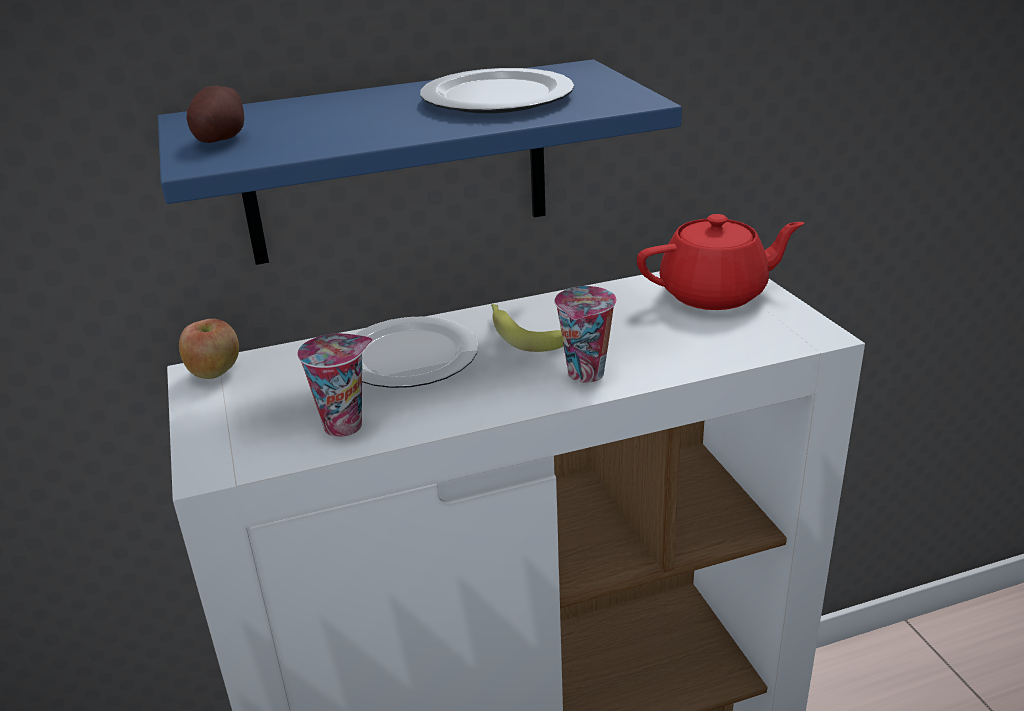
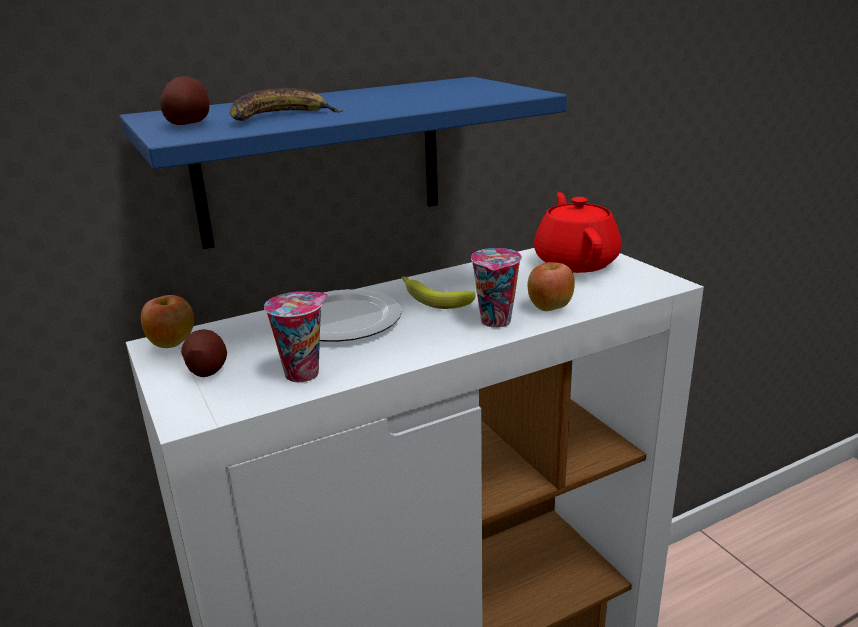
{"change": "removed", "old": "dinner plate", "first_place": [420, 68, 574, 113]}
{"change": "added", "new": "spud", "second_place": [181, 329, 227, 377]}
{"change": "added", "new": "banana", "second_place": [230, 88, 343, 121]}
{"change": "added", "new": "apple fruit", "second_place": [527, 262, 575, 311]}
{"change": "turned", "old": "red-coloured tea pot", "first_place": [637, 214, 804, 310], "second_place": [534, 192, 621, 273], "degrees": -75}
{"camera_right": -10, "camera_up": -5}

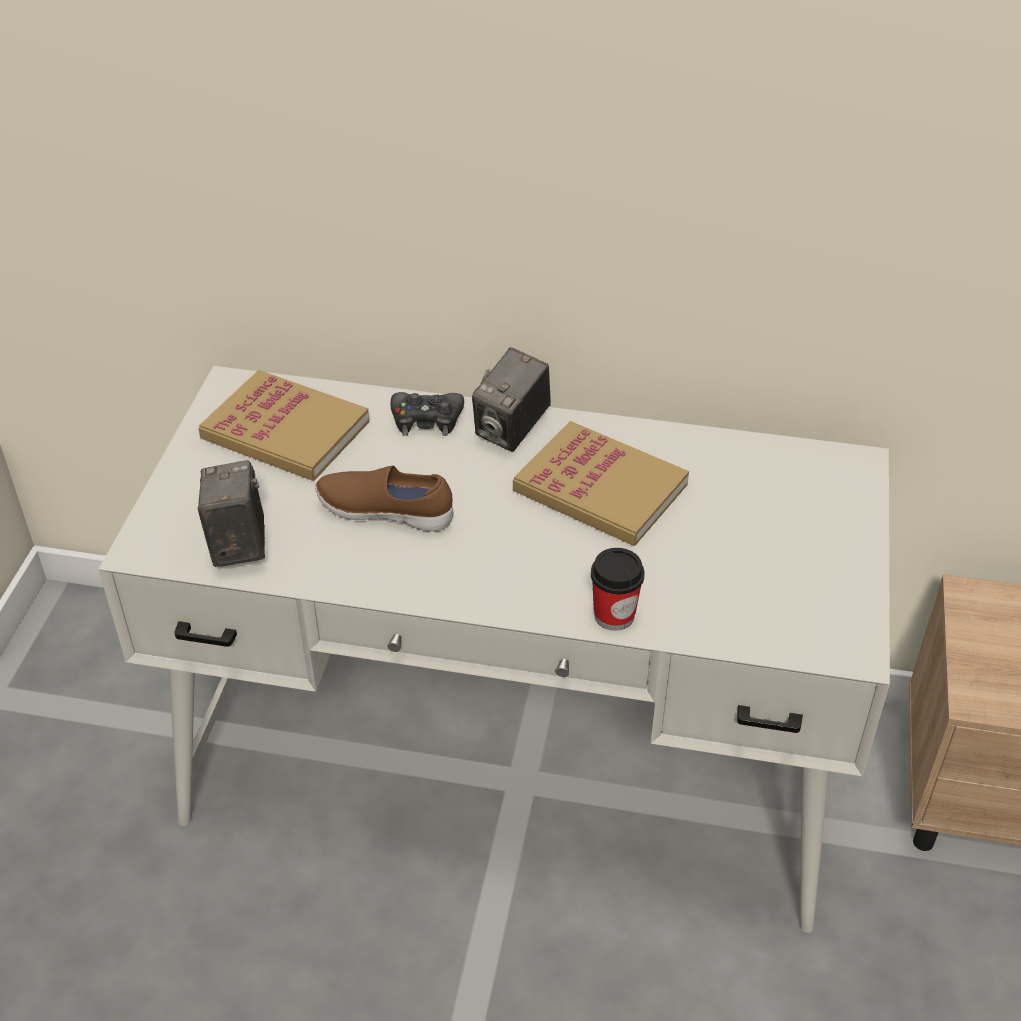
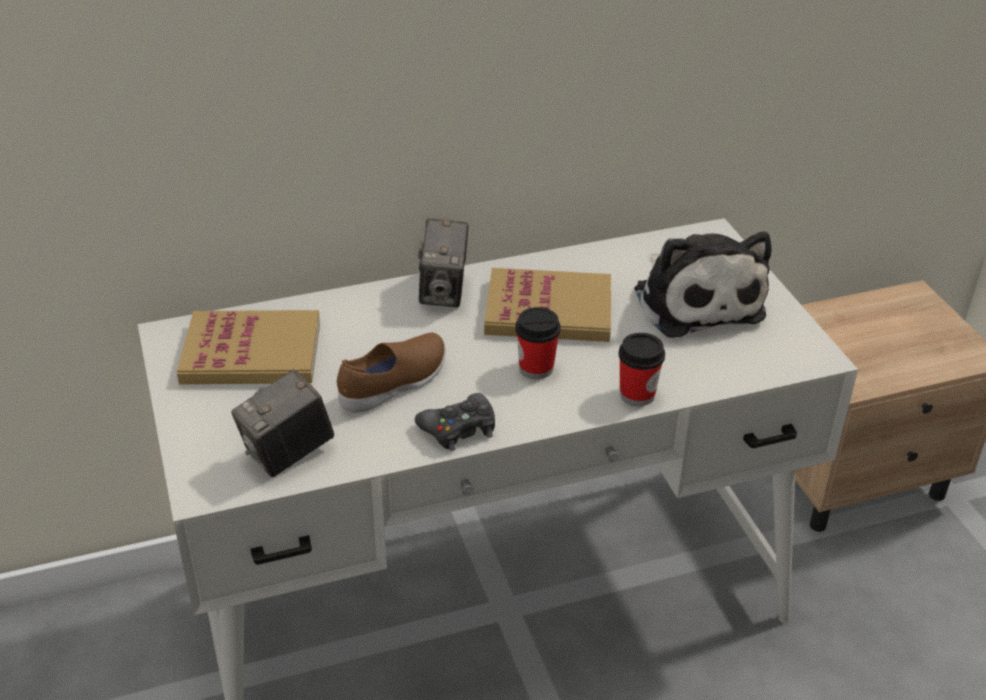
{"change": "added", "new": "drinking cup", "second_place": [515, 307, 561, 379]}
{"change": "added", "new": "plush toy", "second_place": [634, 232, 771, 338]}
{"change": "moved", "old": "blackish game controller", "first_place": [390, 392, 464, 436], "second_place": [415, 393, 495, 451]}
{"change": "turned", "old": "photo camera", "first_place": [198, 460, 265, 567], "second_place": [231, 369, 334, 477], "degrees": -90}
{"change": "turned", "old": "brown-coloured low shoe", "first_place": [315, 466, 453, 532], "second_place": [337, 333, 446, 413], "degrees": 150}
{"camera_right": -30, "camera_up": -5}

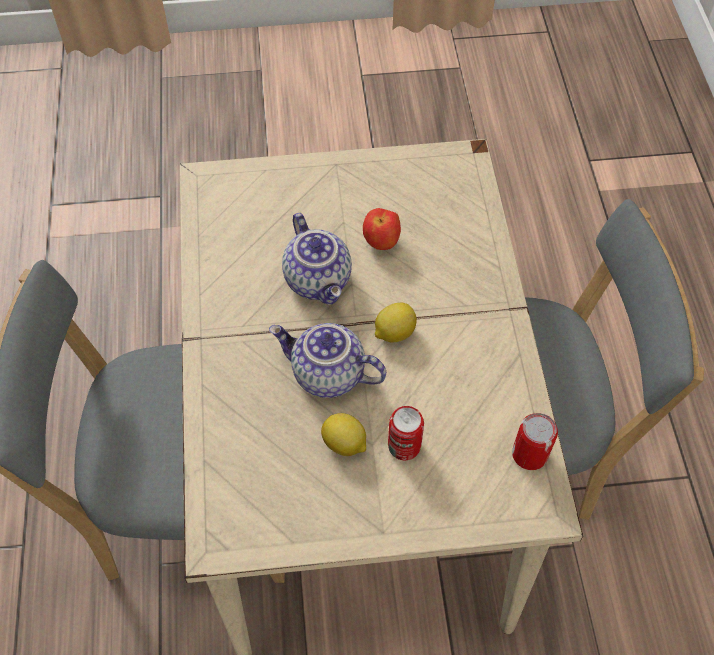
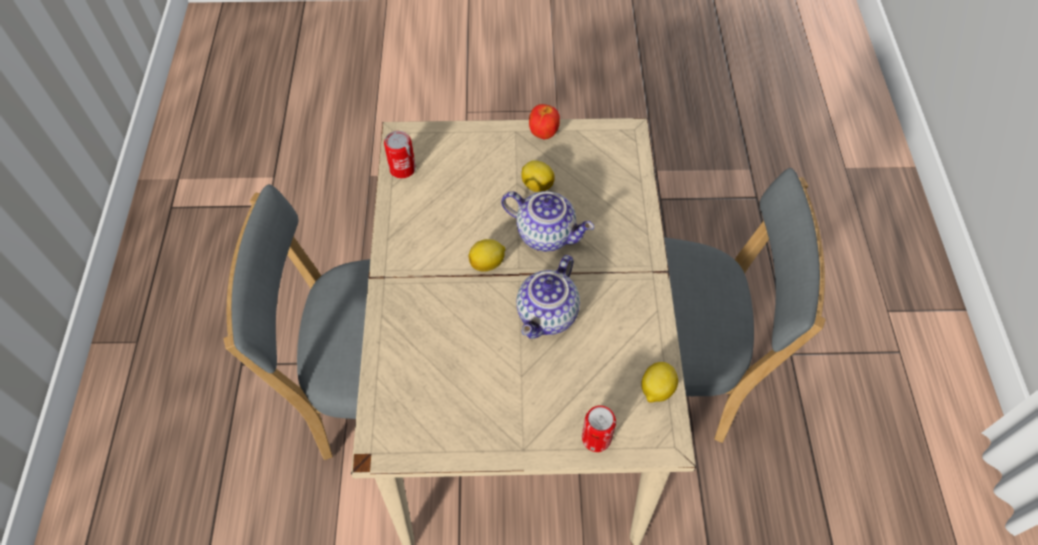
{"change": "added", "new": "citrus fruit", "second_place": [641, 362, 678, 403]}
{"change": "moved", "old": "apple fruit", "first_place": [363, 208, 401, 250], "second_place": [529, 104, 560, 139]}
{"change": "moved", "old": "metal can", "first_place": [388, 406, 424, 460], "second_place": [582, 406, 616, 452]}
{"change": "turned", "old": "tea pot", "first_place": [282, 213, 352, 305], "second_place": [516, 255, 580, 339], "degrees": -135}
{"camera_right": -175, "camera_up": 0}

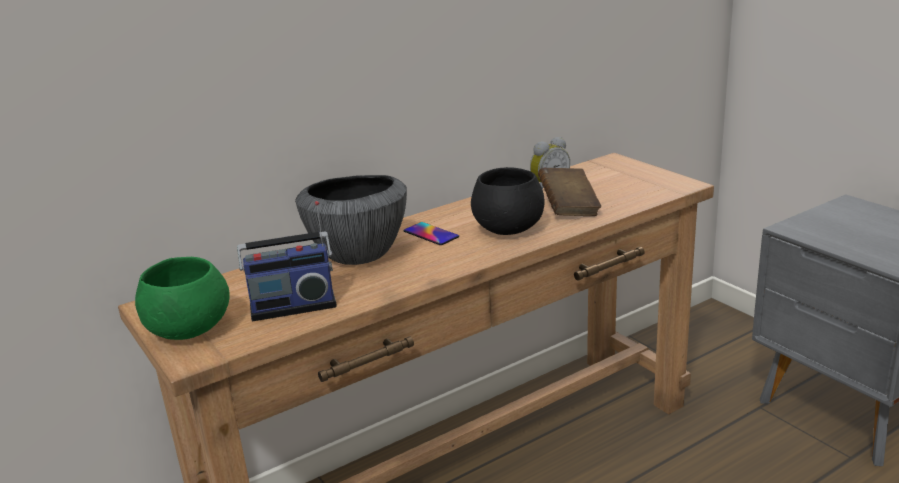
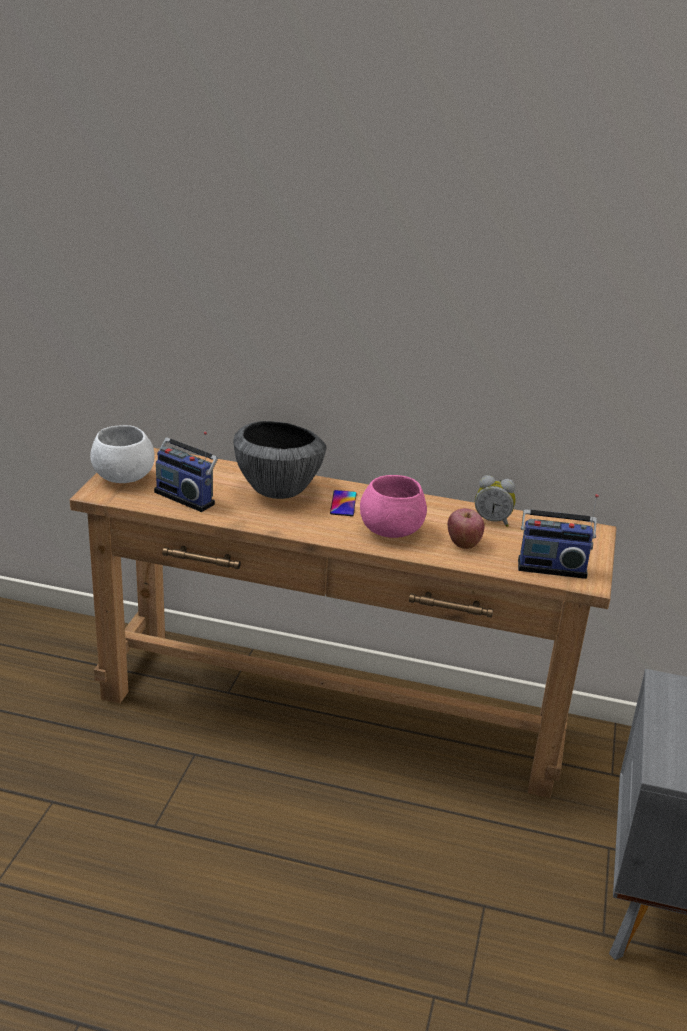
{"change": "added", "new": "radio set", "second_place": [518, 494, 599, 579]}
{"change": "replaced", "old": "brown-coloured volume", "new": "apple fruit", "first_place": [538, 168, 601, 216], "second_place": [448, 508, 484, 549]}
{"change": "recoloured", "old": "greenish bowl", "new": "whitish bowl", "first_place": [135, 257, 230, 340], "second_place": [90, 425, 155, 483]}
{"change": "recoloured", "old": "blackish bowl", "new": "pink-coloured bowl", "first_place": [471, 167, 545, 235], "second_place": [360, 475, 427, 538]}
{"camera_right": 45, "camera_up": 5}

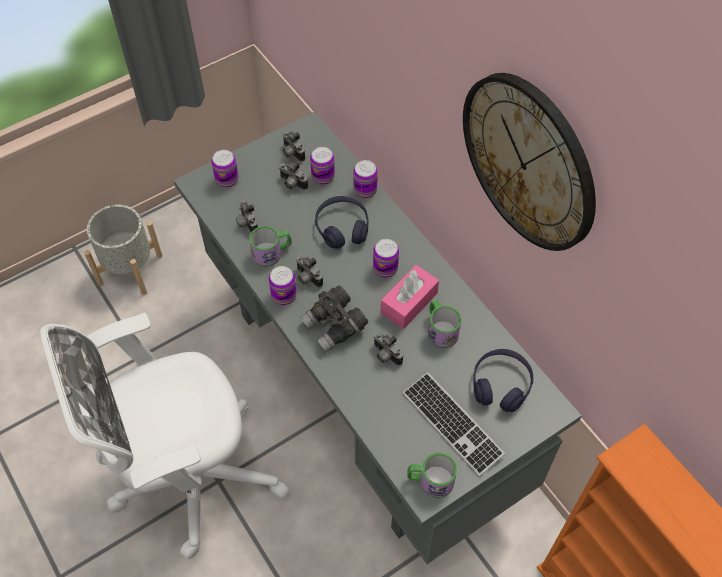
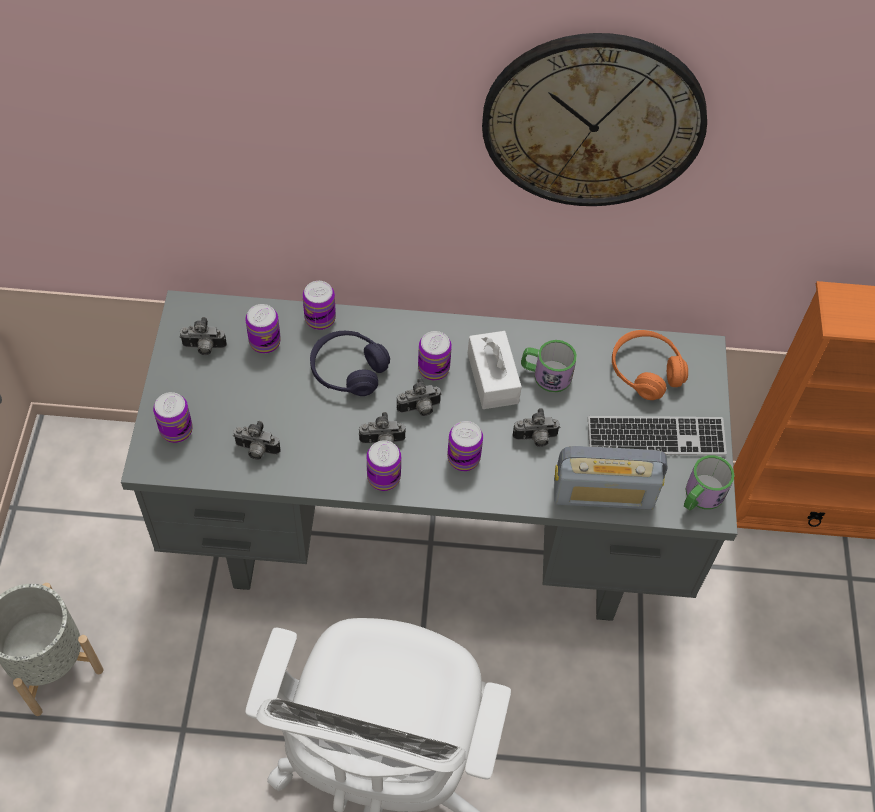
{"change": "removed", "old": "tea mug", "first_place": [249, 226, 292, 267]}
{"change": "added", "new": "radio set", "second_place": [554, 446, 668, 510]}
{"change": "moved", "old": "photo camera", "first_place": [279, 162, 308, 190], "second_place": [397, 378, 442, 416]}
{"change": "replaced", "old": "greyish pair of binoculars", "new": "metal can", "first_place": [300, 285, 368, 352], "second_place": [447, 421, 483, 471]}
{"change": "recoloured", "old": "pink-coloured tissue holder", "new": "whitish tissue holder", "first_place": [381, 265, 439, 329], "second_place": [468, 331, 522, 409]}
{"change": "recoloured", "old": "purple headset", "new": "orange-coloured headset", "first_place": [473, 349, 533, 412], "second_place": [612, 330, 688, 400]}
{"camera_right": -55, "camera_up": 0}

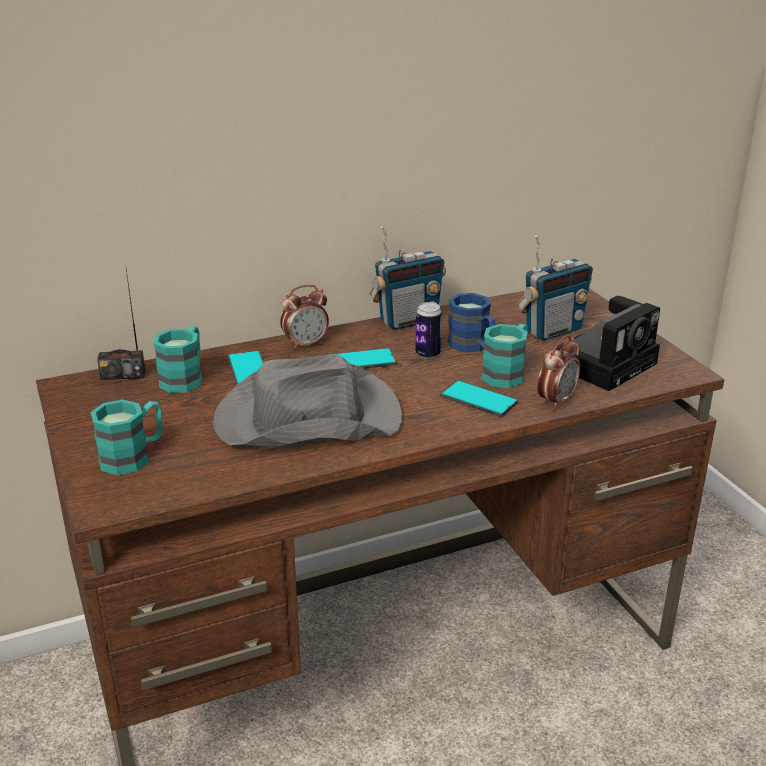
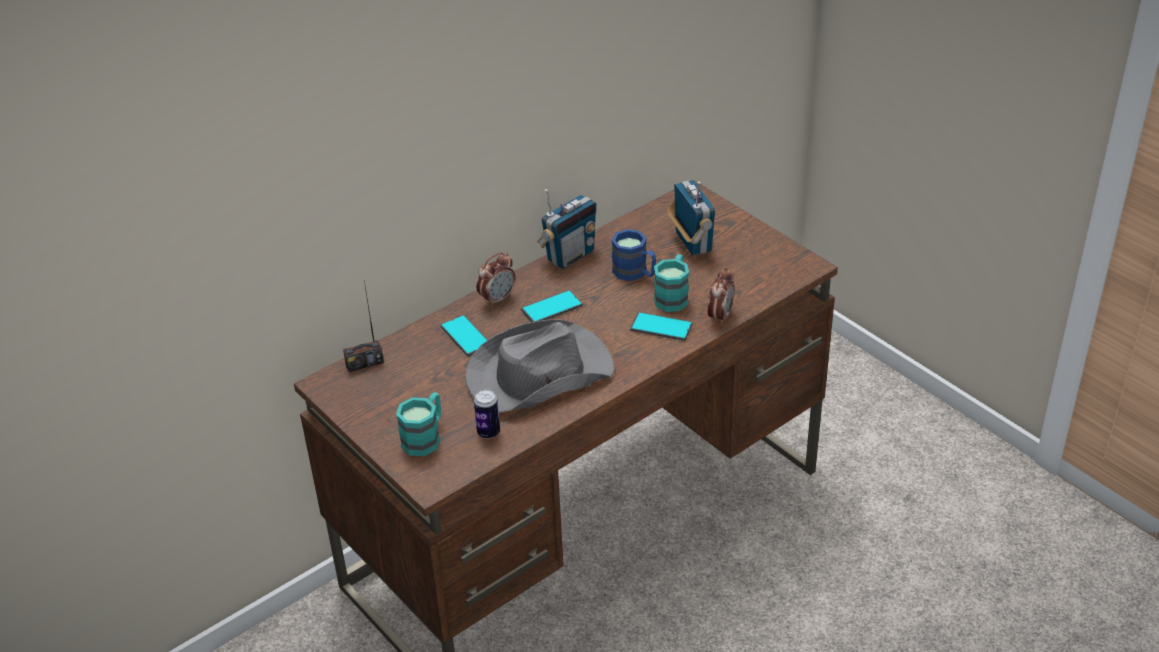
{"change": "removed", "old": "turquoise tea mug", "first_place": [154, 326, 202, 393]}
{"change": "removed", "old": "photo camera", "first_place": [556, 296, 660, 391]}
{"change": "moved", "old": "metal can", "first_place": [415, 302, 442, 359], "second_place": [474, 389, 500, 439]}
{"change": "turned", "old": "radio set", "first_place": [517, 235, 593, 341], "second_place": [667, 180, 715, 256], "degrees": -60}
{"camera_right": -15, "camera_up": 10}

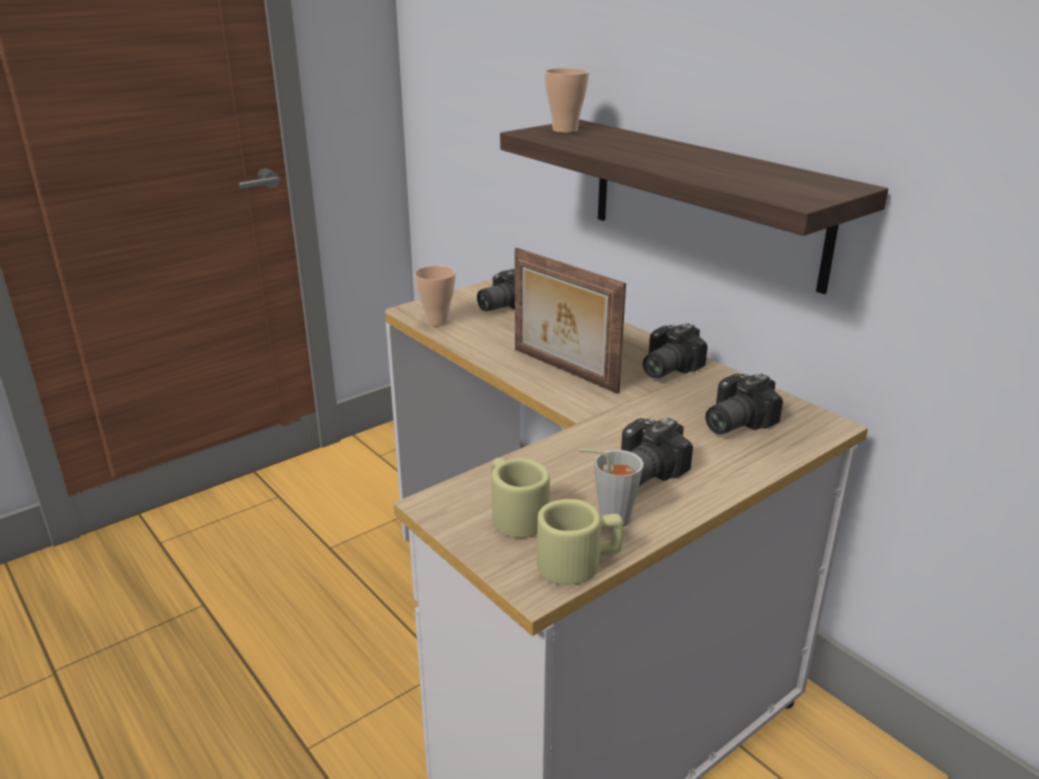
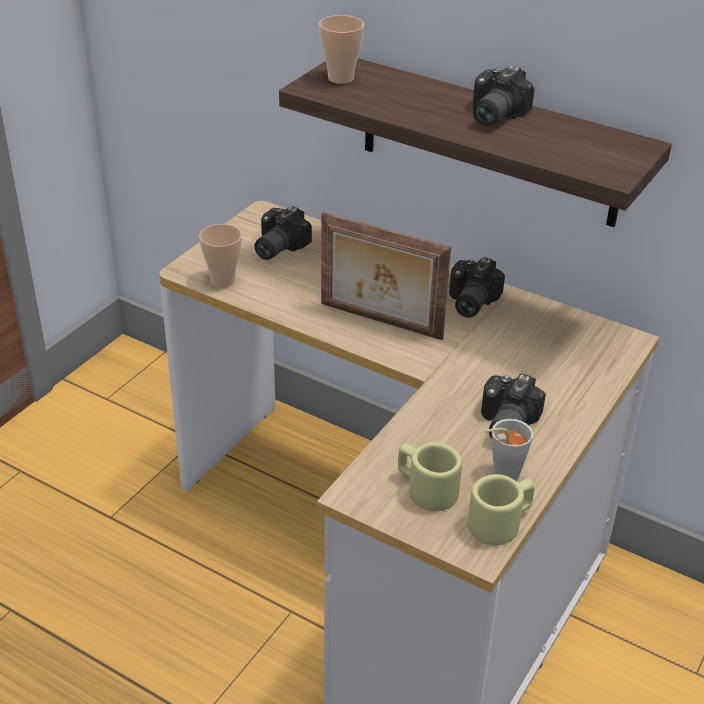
{"change": "moved", "old": "photo camera", "first_place": [705, 373, 783, 434], "second_place": [472, 66, 534, 126]}
{"camera_right": -20, "camera_up": 10}

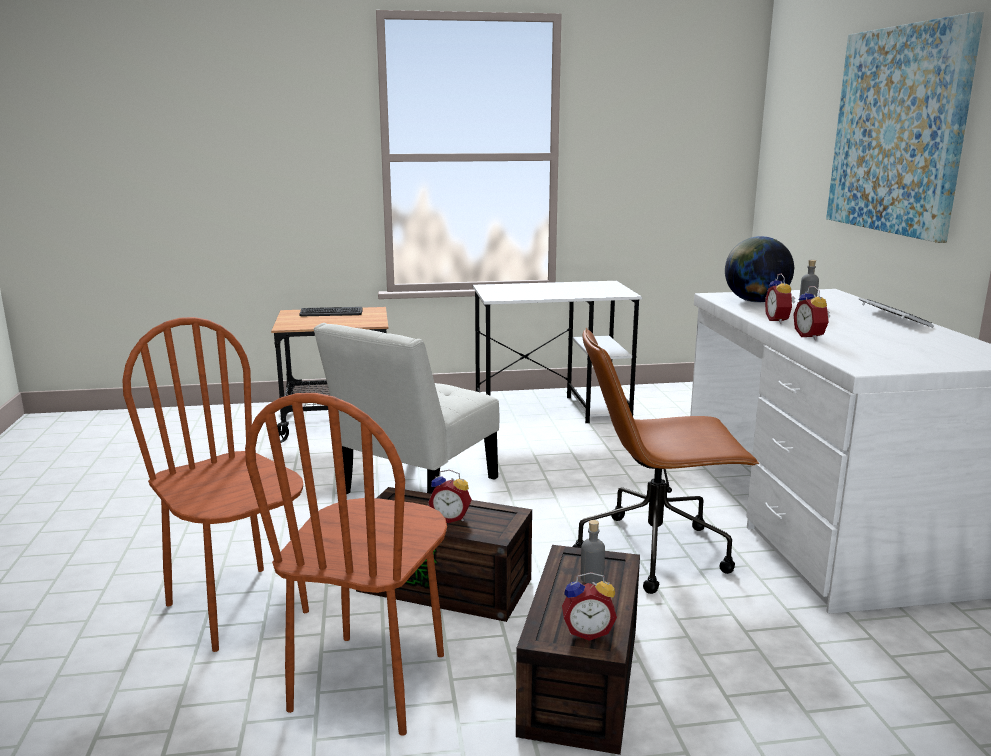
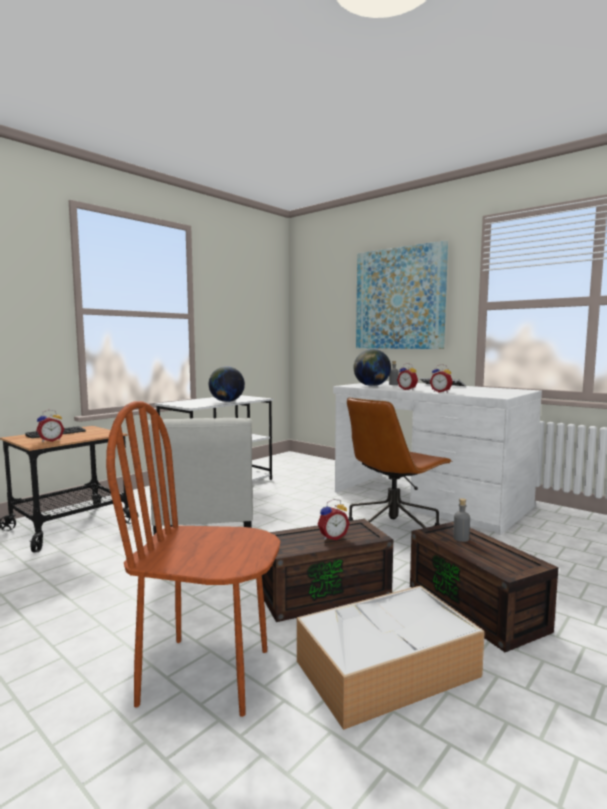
{"change": "added", "new": "globe", "second_place": [209, 366, 245, 402]}
{"change": "moved", "old": "alarm clock", "first_place": [562, 572, 617, 641], "second_place": [36, 410, 64, 442]}
{"change": "replaced", "old": "brown-coloured plain chair", "new": "storage bin", "first_place": [245, 393, 447, 736], "second_place": [297, 585, 485, 730]}
{"camera_right": -40, "camera_up": -10}

